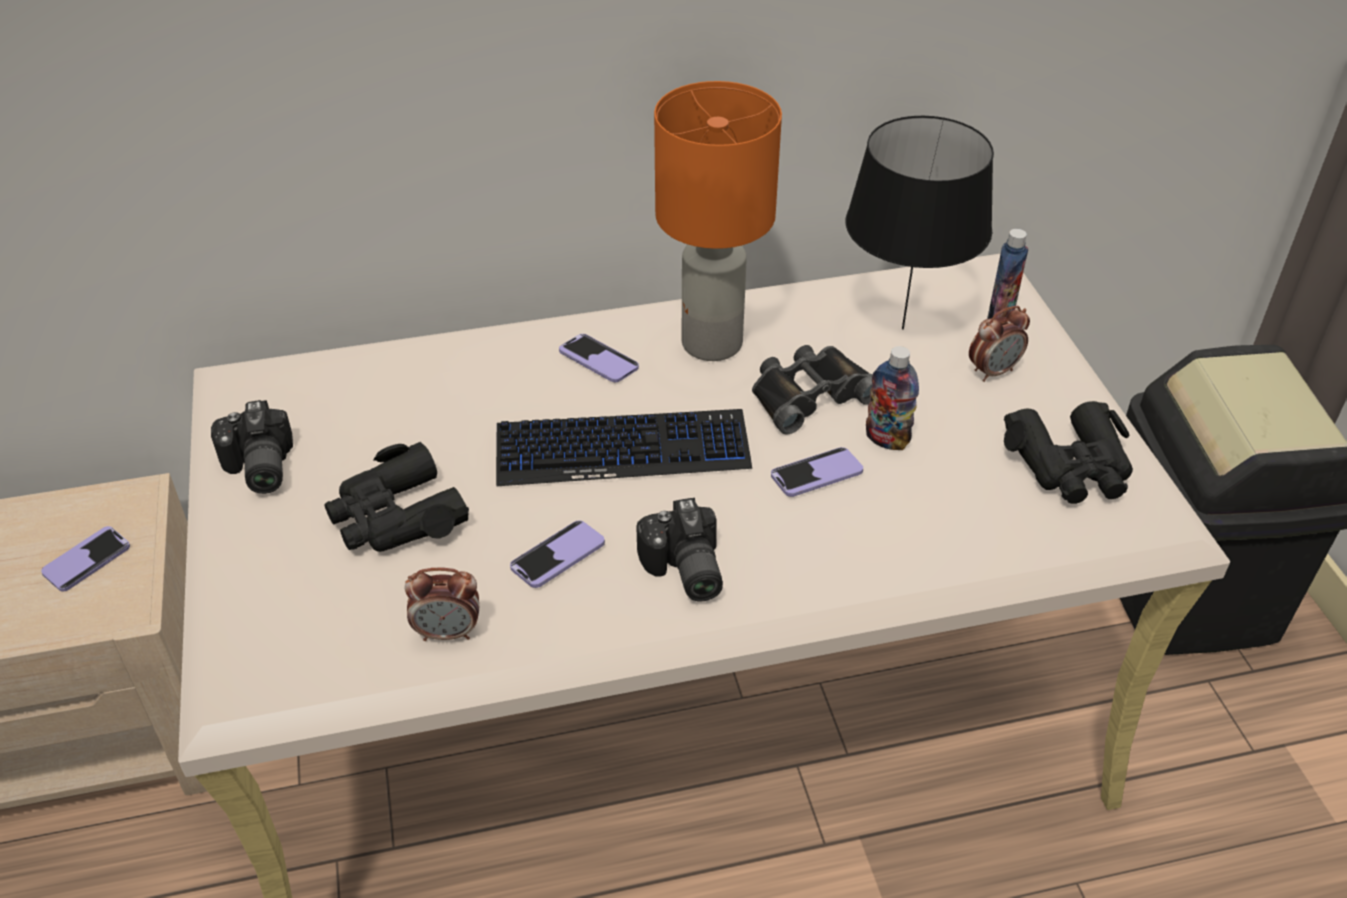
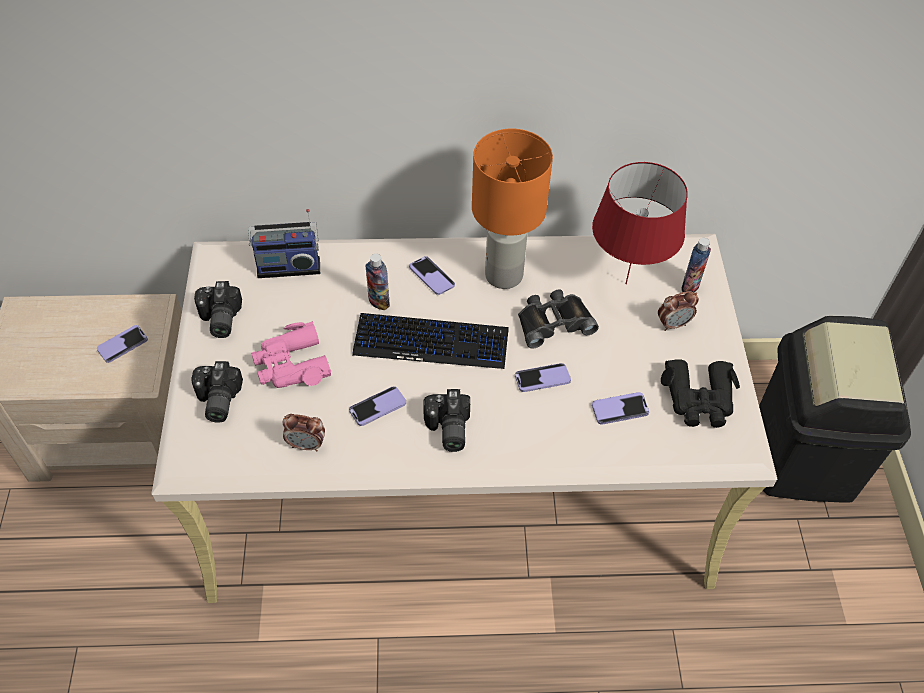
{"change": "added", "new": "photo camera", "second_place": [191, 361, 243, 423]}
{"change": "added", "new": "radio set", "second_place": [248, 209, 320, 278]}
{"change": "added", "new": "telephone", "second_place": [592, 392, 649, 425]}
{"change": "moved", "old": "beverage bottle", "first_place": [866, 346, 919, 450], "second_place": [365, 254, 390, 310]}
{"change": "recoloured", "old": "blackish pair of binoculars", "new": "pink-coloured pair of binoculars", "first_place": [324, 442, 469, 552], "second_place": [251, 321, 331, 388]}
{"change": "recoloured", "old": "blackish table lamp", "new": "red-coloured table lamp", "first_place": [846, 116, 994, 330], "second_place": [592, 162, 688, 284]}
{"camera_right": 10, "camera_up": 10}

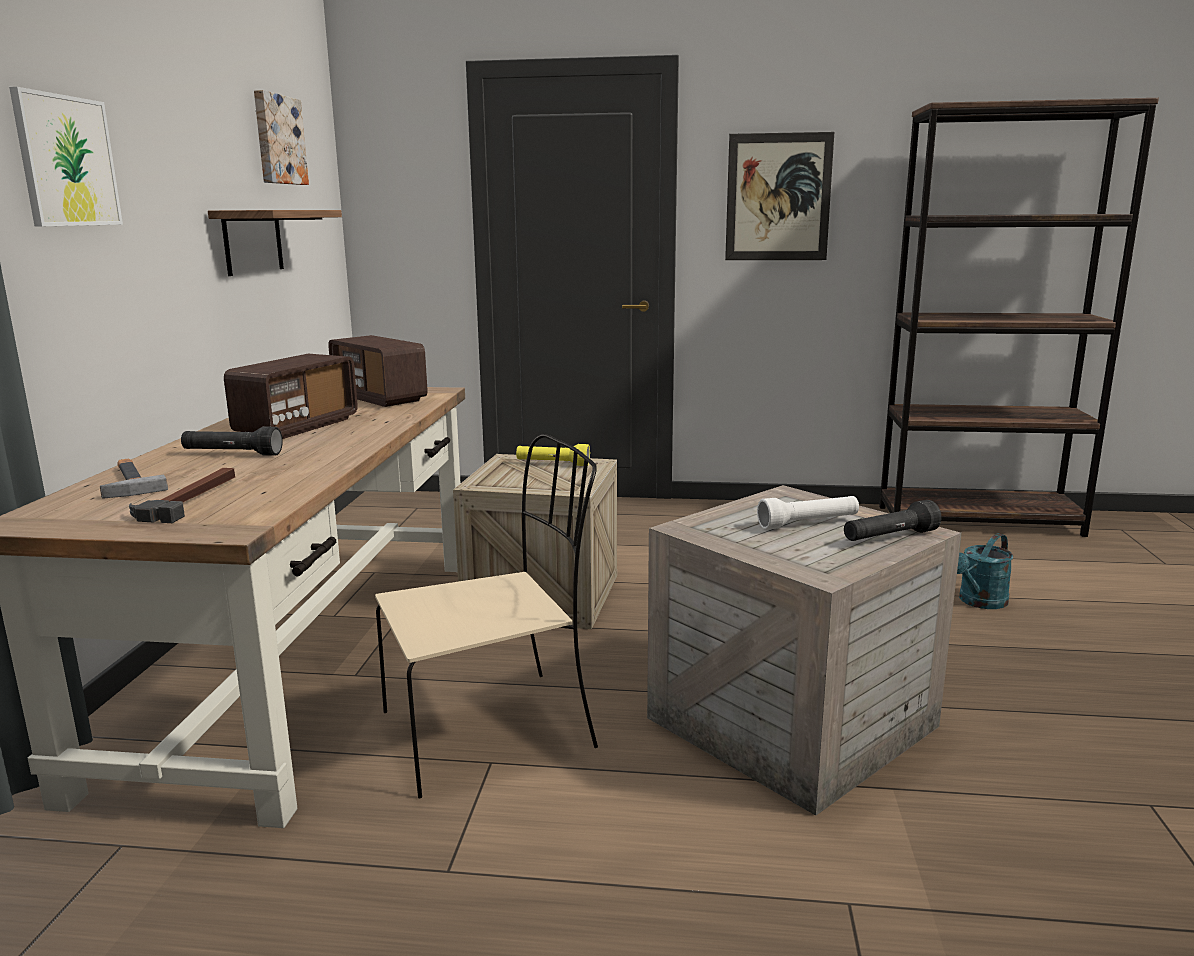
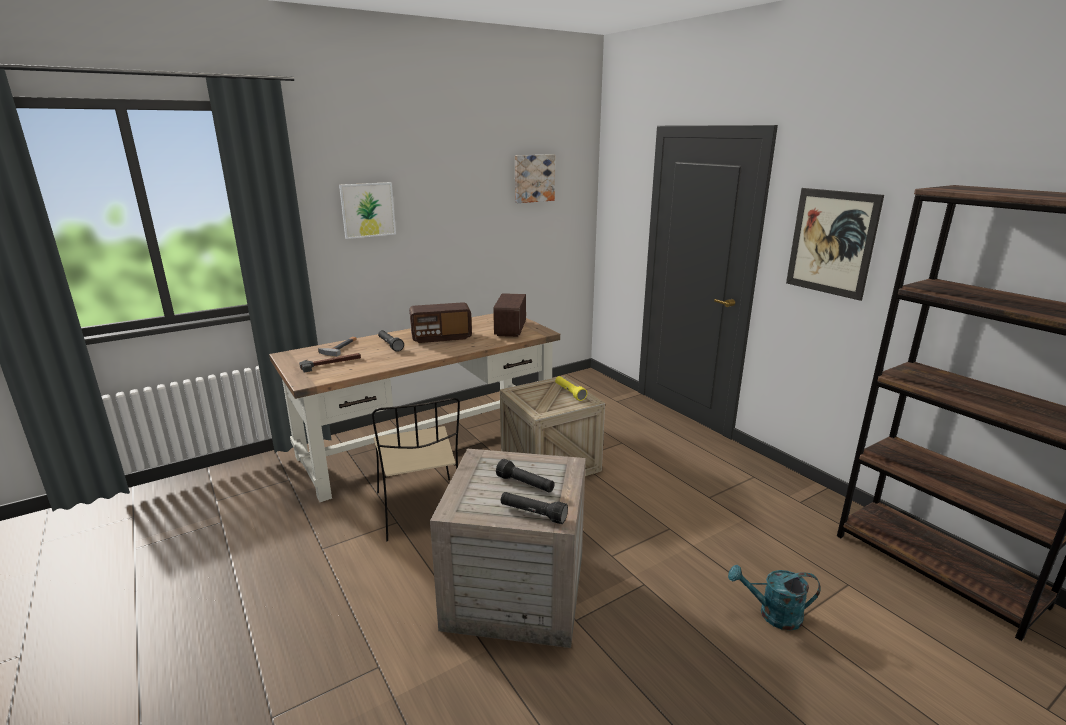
{"change": "removed", "old": "wall shelf", "first_place": [208, 210, 342, 276]}
{"change": "recoloured", "old": "whitish torch", "new": "blackish torch", "first_place": [757, 496, 859, 530], "second_place": [496, 459, 555, 493]}
{"change": "turned", "old": "beige plain chair", "first_place": [375, 434, 598, 798], "second_place": [372, 398, 460, 541], "degrees": 45}
{"camera_right": 50, "camera_up": 5}

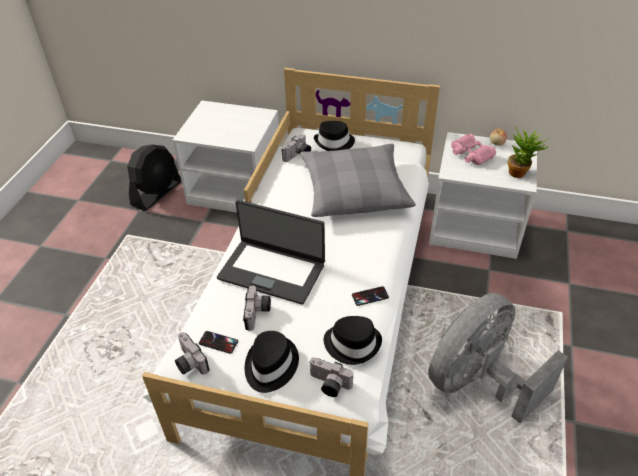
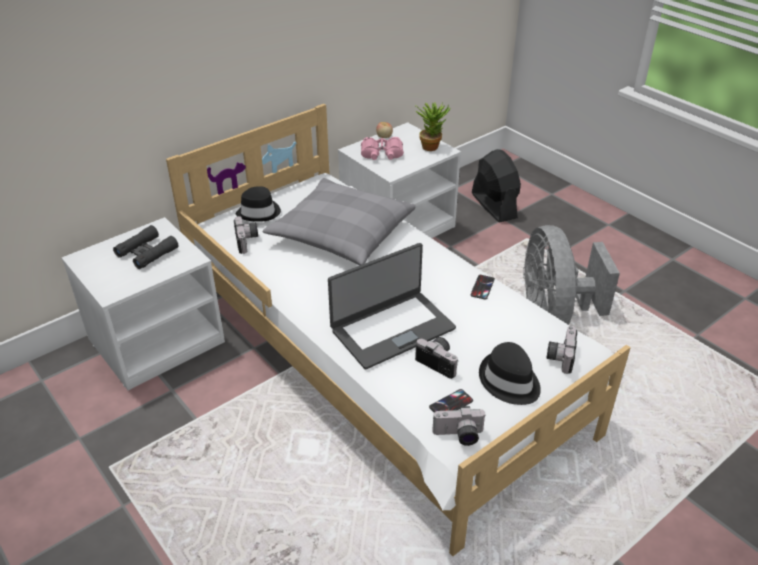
{"change": "removed", "old": "blackish wearable hat", "first_place": [324, 316, 382, 365]}
{"change": "added", "new": "blackish pair of binoculars", "second_place": [113, 225, 178, 269]}
{"change": "moved", "old": "blackish cooling fan", "first_place": [127, 144, 181, 211], "second_place": [472, 149, 521, 223]}
{"change": "turned", "old": "photo camera", "first_place": [309, 357, 353, 397], "second_place": [547, 326, 577, 374], "degrees": 135}
{"camera_right": -55, "camera_up": -5}

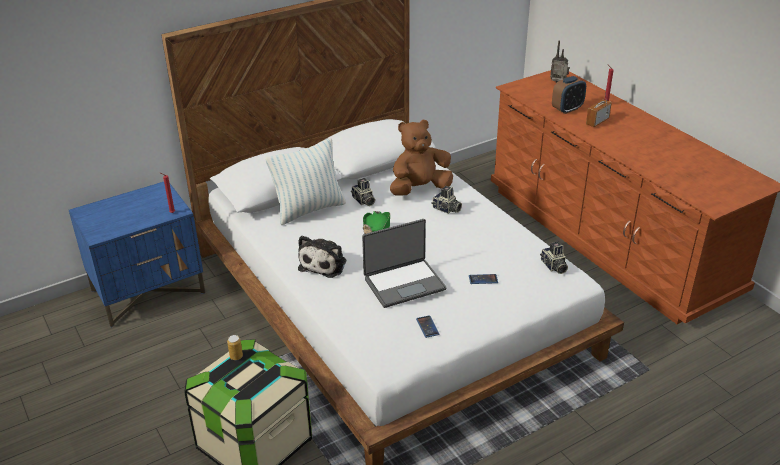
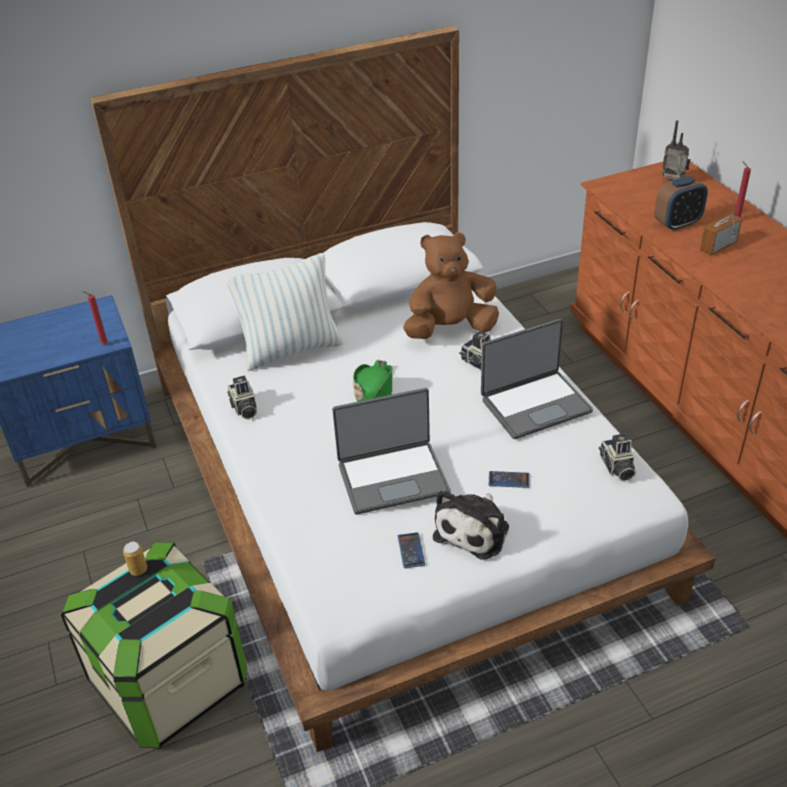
{"change": "added", "new": "portable computer", "second_place": [481, 319, 593, 439]}
{"change": "moved", "old": "plush toy", "first_place": [298, 235, 346, 278], "second_place": [433, 490, 509, 560]}
{"change": "moved", "old": "photo camera", "first_place": [351, 178, 375, 206], "second_place": [227, 375, 257, 419]}
{"camera_right": 10, "camera_up": 5}

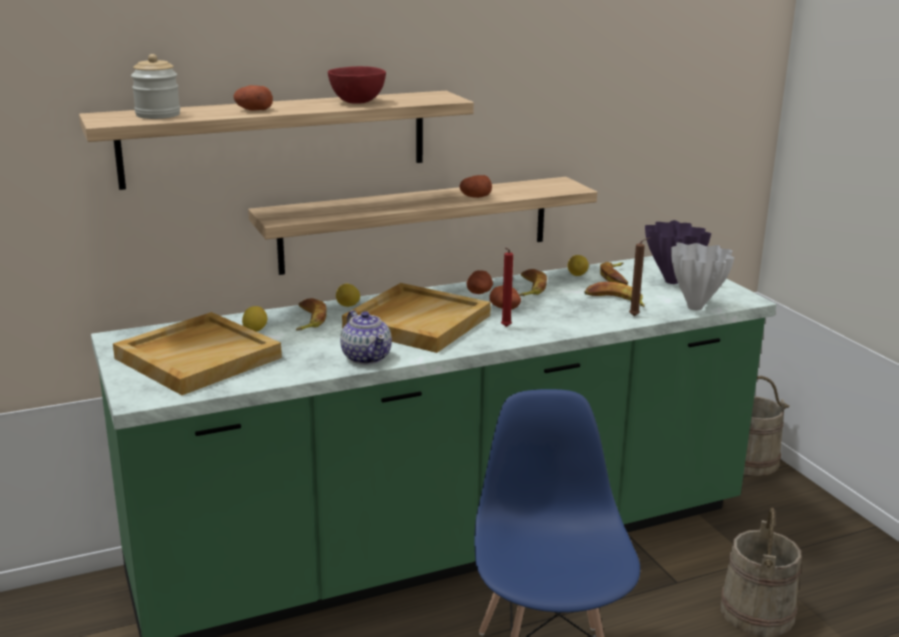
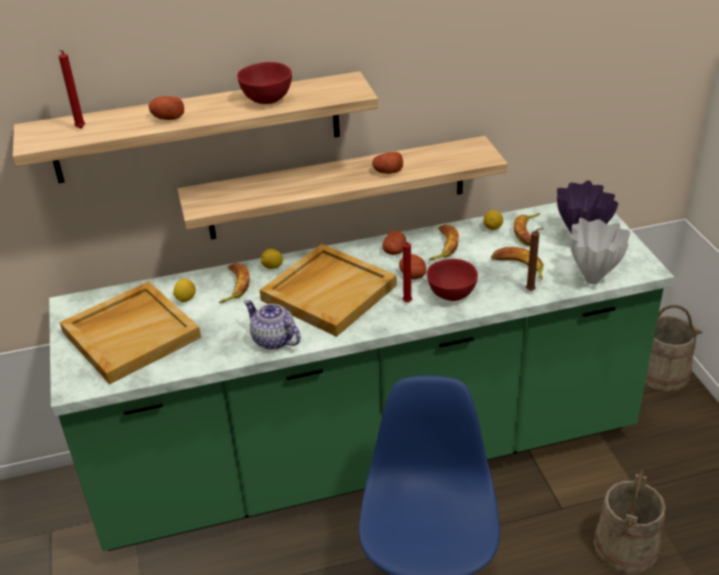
{"change": "added", "new": "red-coloured bowl", "second_place": [427, 259, 478, 301]}
{"change": "replaced", "old": "preserve jar", "new": "red-coloured wax light", "first_place": [131, 54, 180, 119], "second_place": [59, 50, 85, 128]}
{"change": "turned", "old": "tea pot", "first_place": [340, 310, 392, 365], "second_place": [244, 300, 301, 350], "degrees": 150}
{"camera_right": 10, "camera_up": 15}

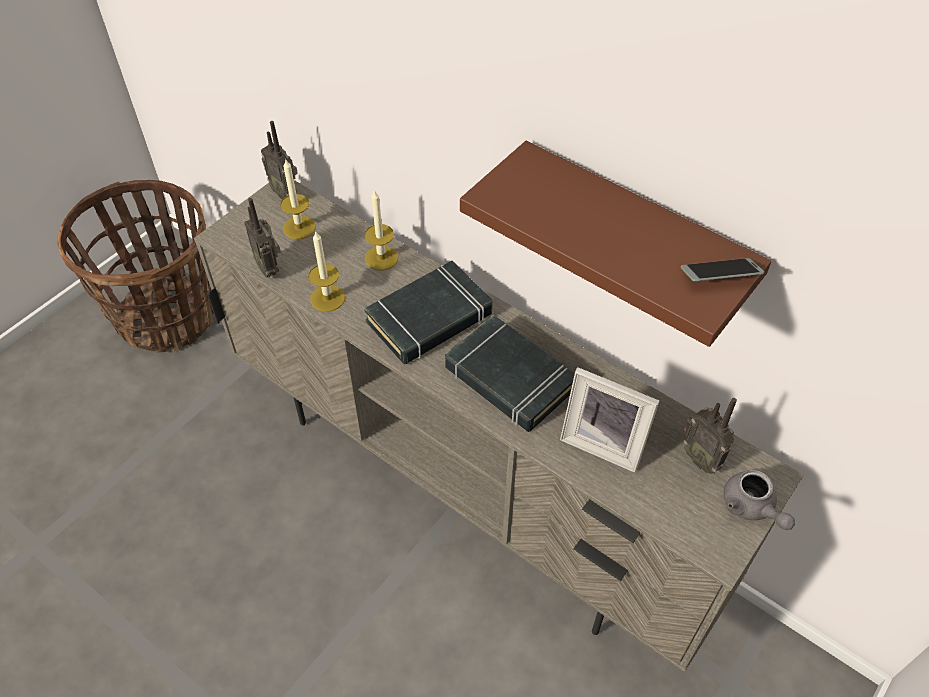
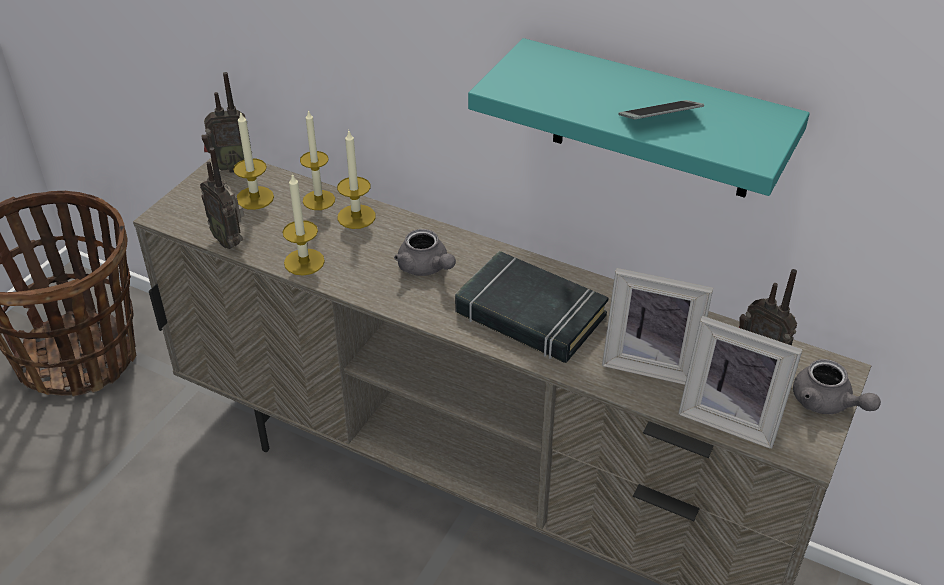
{"change": "added", "new": "wax light", "second_place": [300, 110, 335, 210]}
{"change": "added", "new": "photo frame", "second_place": [678, 316, 803, 449]}
{"change": "moved", "old": "telephone", "first_place": [681, 258, 764, 281], "second_place": [618, 100, 704, 119]}
{"change": "replaced", "old": "blackish volume", "new": "greyish tea pot", "first_place": [364, 261, 493, 364], "second_place": [394, 229, 456, 276]}
{"change": "recoloured", "old": "brown-coloured wall shelf", "new": "turquoise wall shelf", "first_place": [460, 141, 772, 347], "second_place": [468, 38, 810, 198]}
{"change": "turned", "old": "radio set", "first_place": [261, 121, 298, 199], "second_place": [201, 72, 250, 173], "degrees": -45}
{"camera_right": -10, "camera_up": -10}

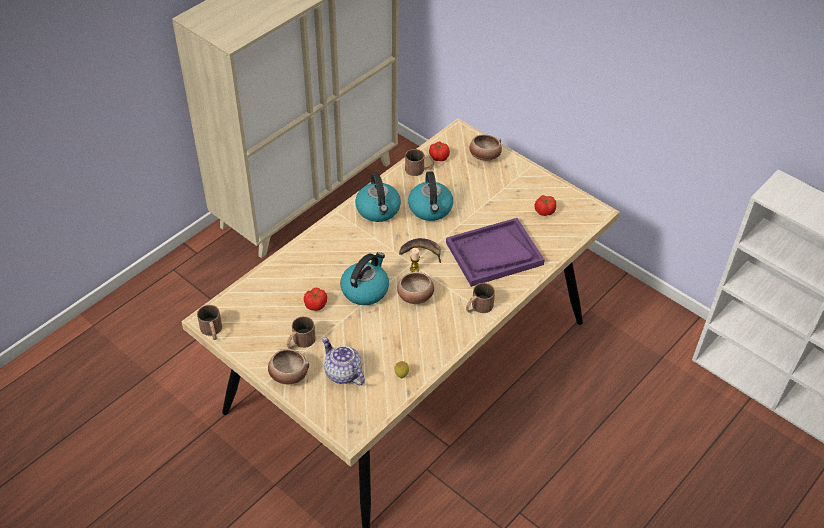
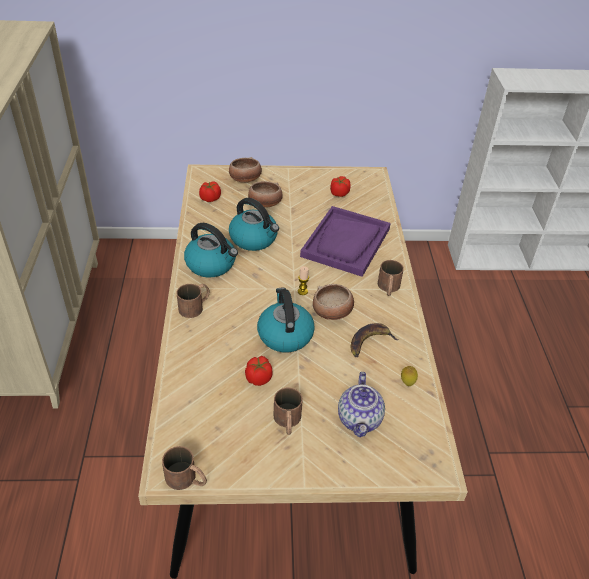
{"change": "moved", "old": "bowl", "first_place": [268, 349, 309, 384], "second_place": [248, 181, 283, 208]}
{"change": "moved", "old": "banana", "first_place": [399, 238, 441, 263], "second_place": [351, 323, 398, 357]}
{"change": "moved", "old": "brown-coloured tea mug", "first_place": [405, 149, 434, 176], "second_place": [177, 284, 210, 318]}
{"change": "turned", "old": "tea pot", "first_place": [322, 337, 365, 385], "second_place": [338, 372, 385, 437], "degrees": -90}
{"camera_right": -45, "camera_up": -5}

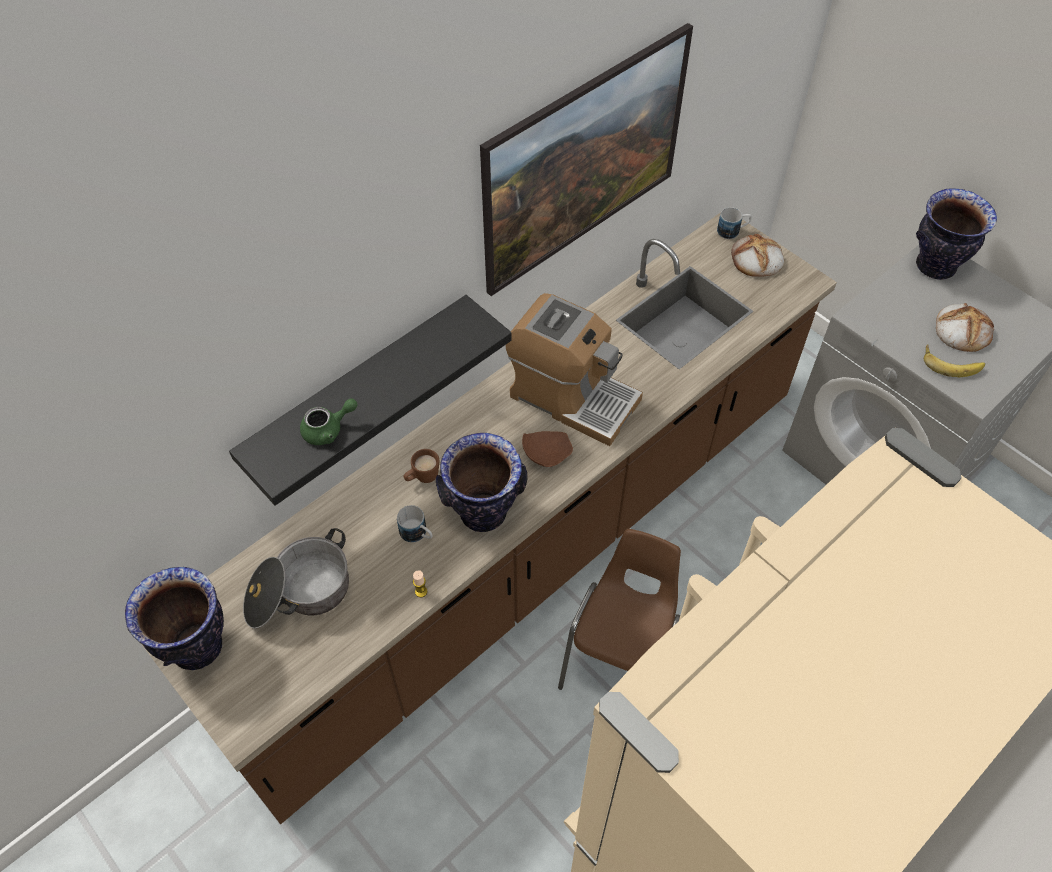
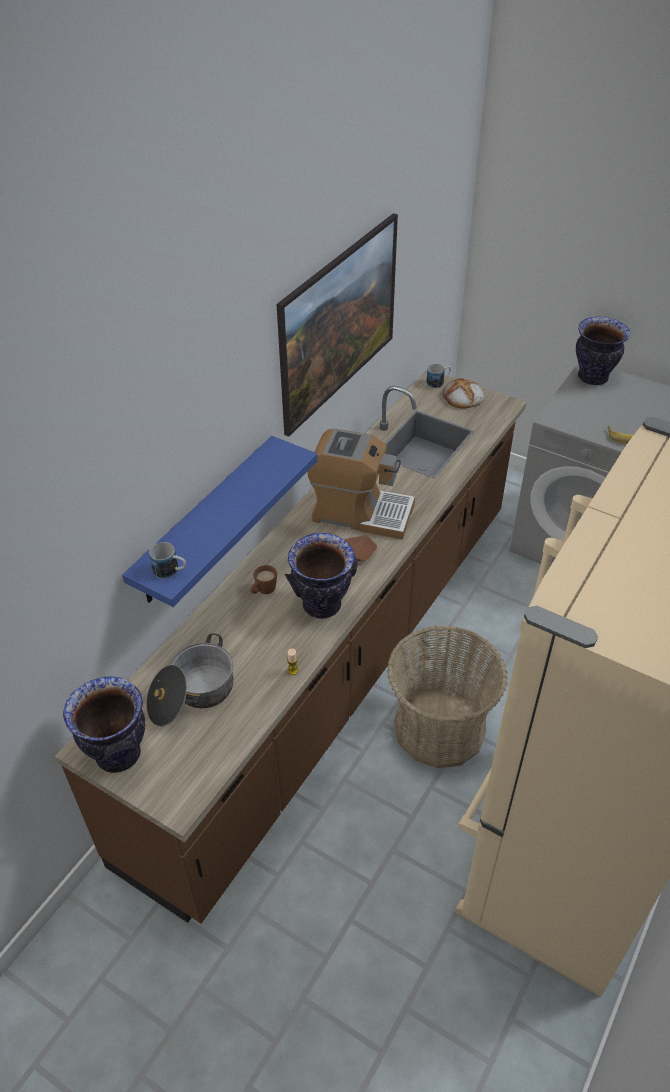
{"change": "removed", "old": "greenish tea pot", "first_place": [300, 398, 357, 445]}
{"change": "removed", "old": "bread", "first_place": [936, 303, 994, 352]}
{"change": "moved", "old": "tea mug", "first_place": [397, 505, 432, 543], "second_place": [149, 542, 186, 578]}
{"change": "replaced", "old": "brown-coloured plain chair", "new": "household basket", "first_place": [558, 529, 681, 690], "second_place": [387, 625, 508, 768]}
{"change": "recoloured", "old": "blackish wall shelf", "new": "bluish wall shelf", "first_place": [229, 295, 512, 506], "second_place": [122, 436, 317, 607]}
{"camera_right": -15, "camera_up": -10}

